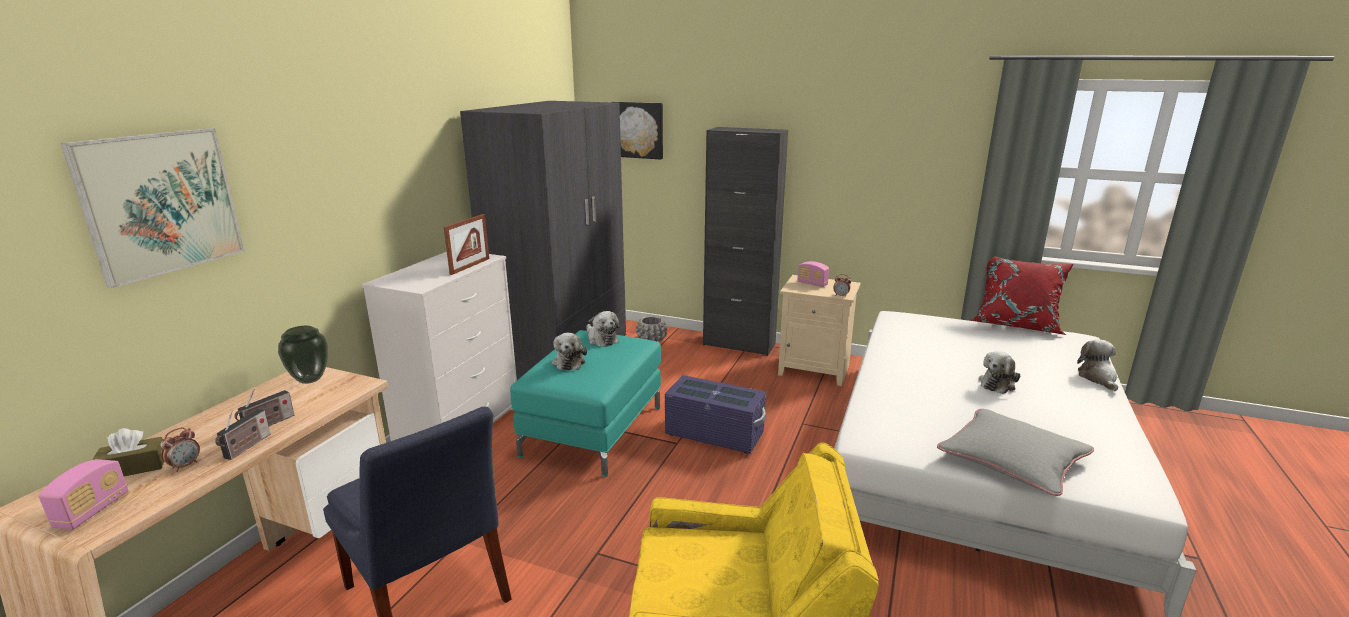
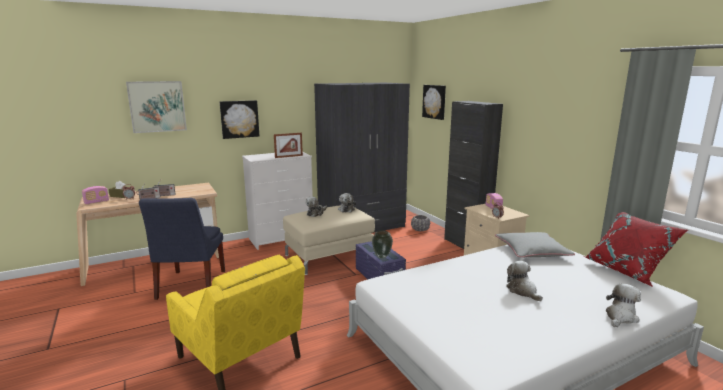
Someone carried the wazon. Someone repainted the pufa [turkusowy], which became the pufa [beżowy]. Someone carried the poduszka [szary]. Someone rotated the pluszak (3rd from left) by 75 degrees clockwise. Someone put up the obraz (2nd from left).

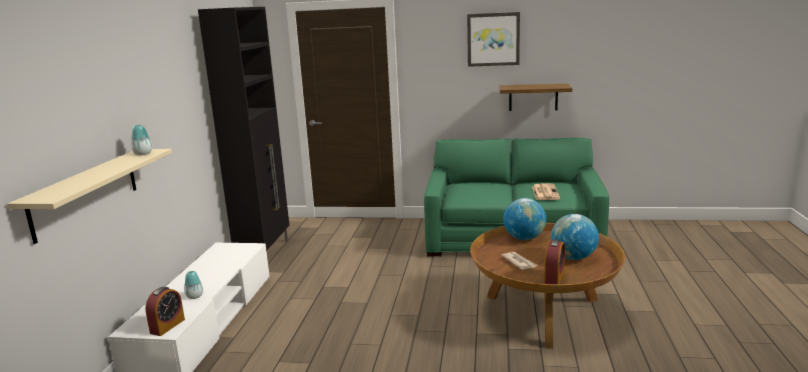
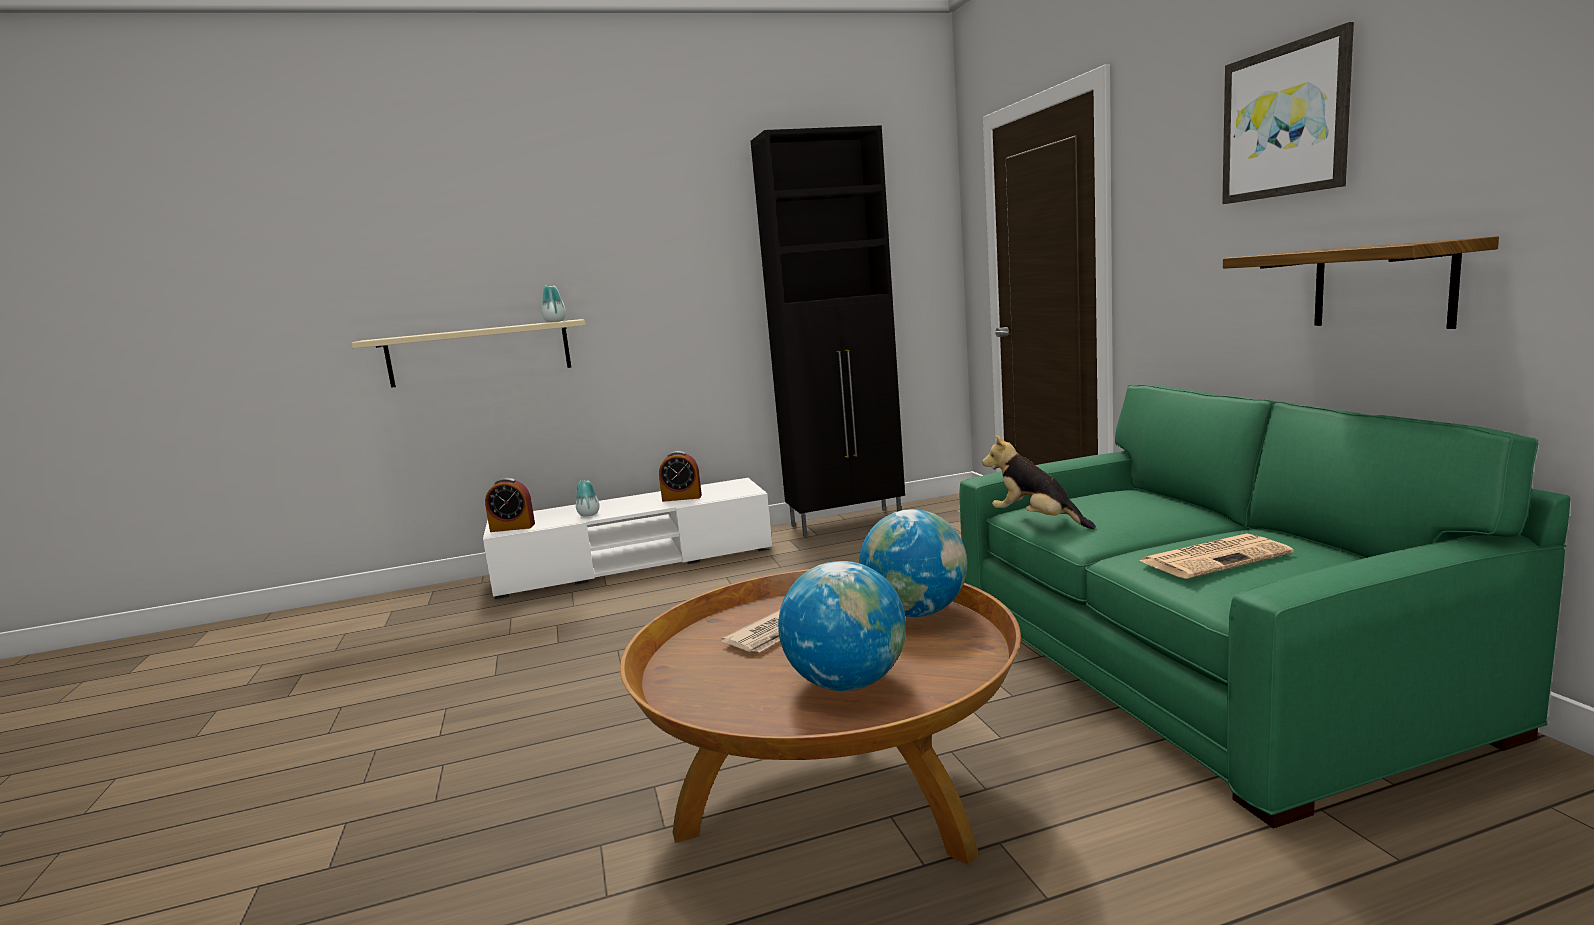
Someone carried the budzik (2nd from left). Someone put down the pluszak.

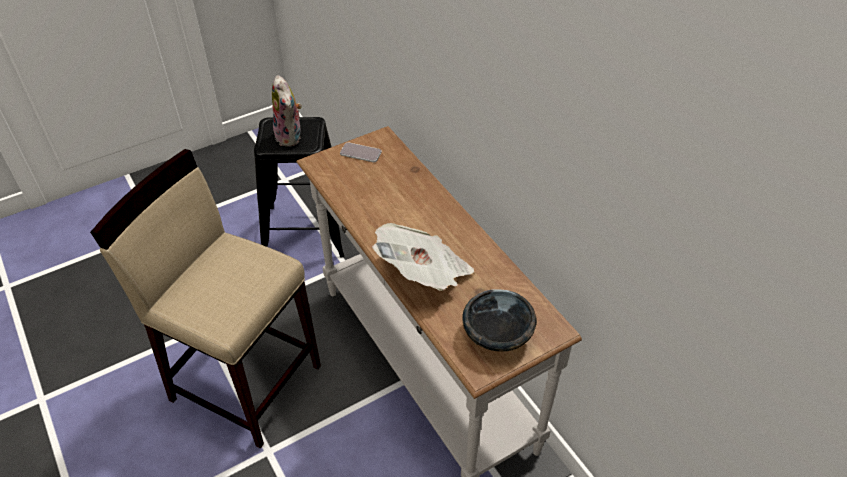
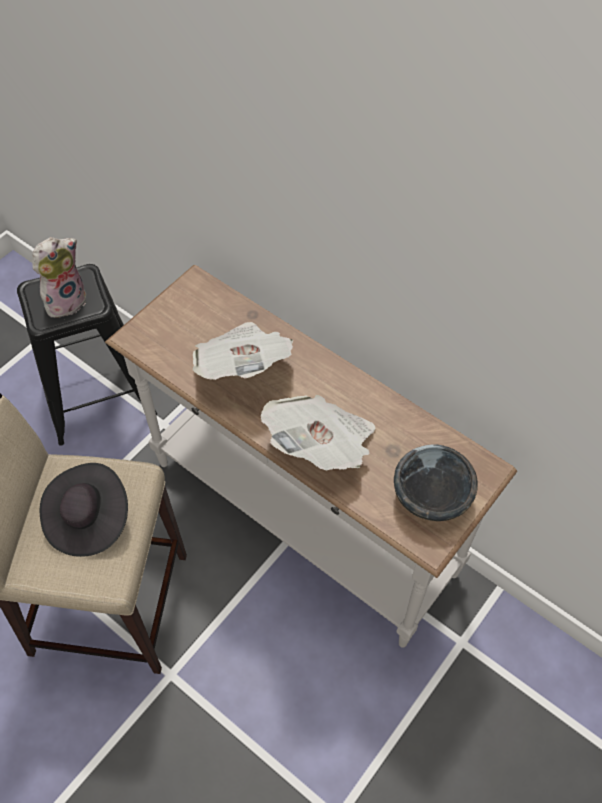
Someone rotated the pluszak by 90 degrees counterclockwise. Someone took away the telefon. Someone put down the kapelusz [czarny]. Someone put down the gazeta (1st from left).

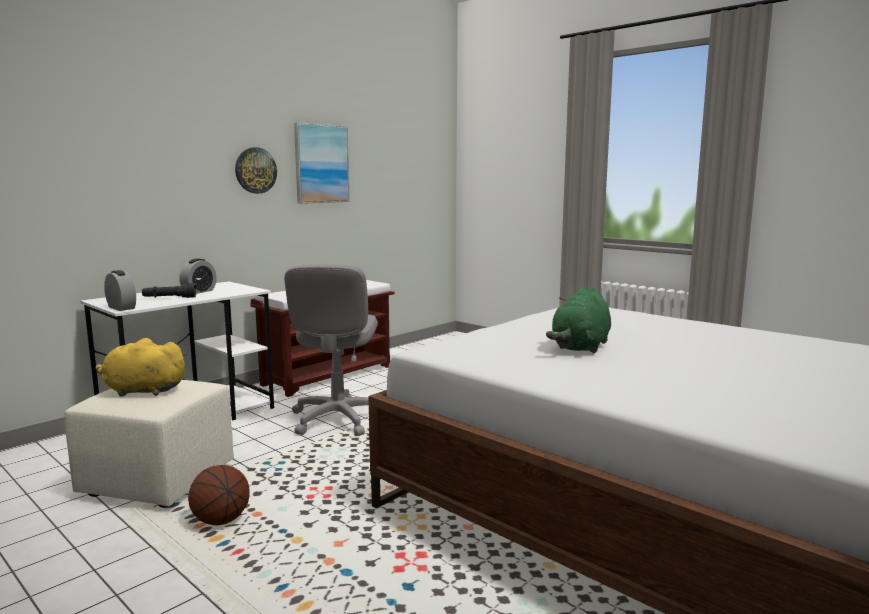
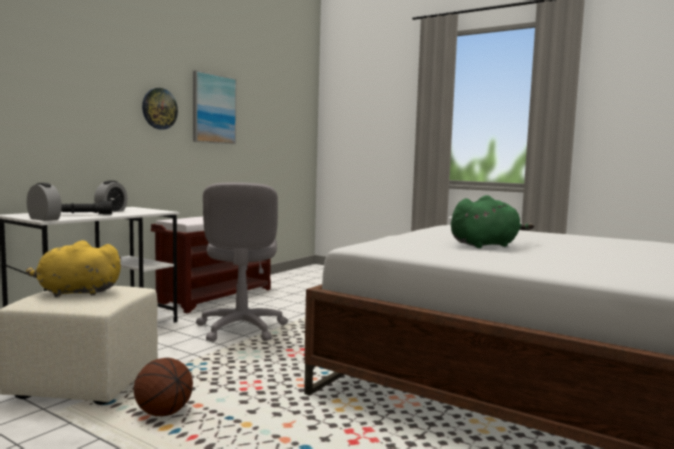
Someone rotated the pluszak [zielony] by 135 degrees counterclockwise.

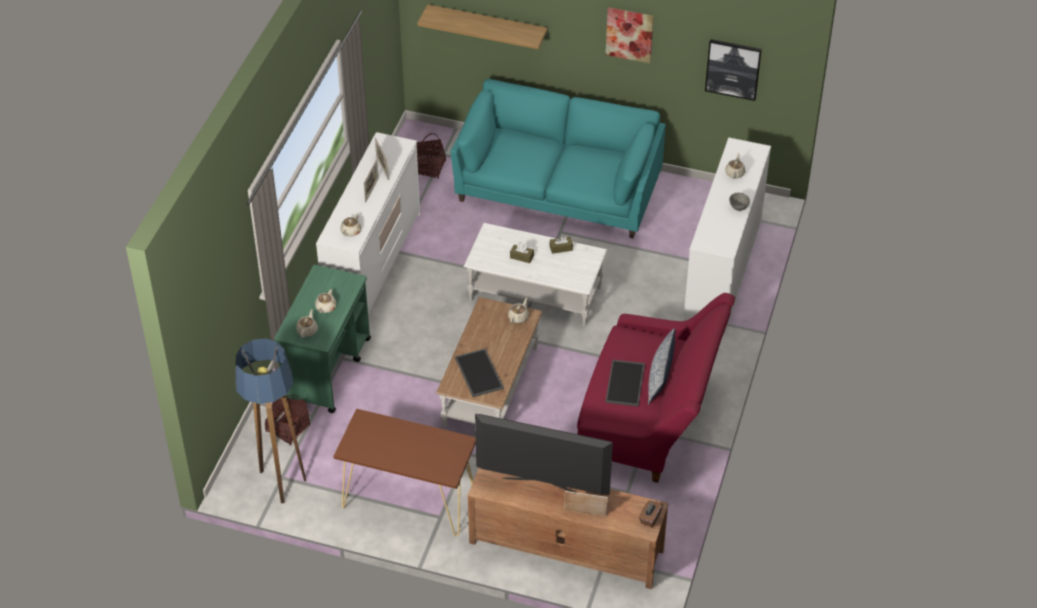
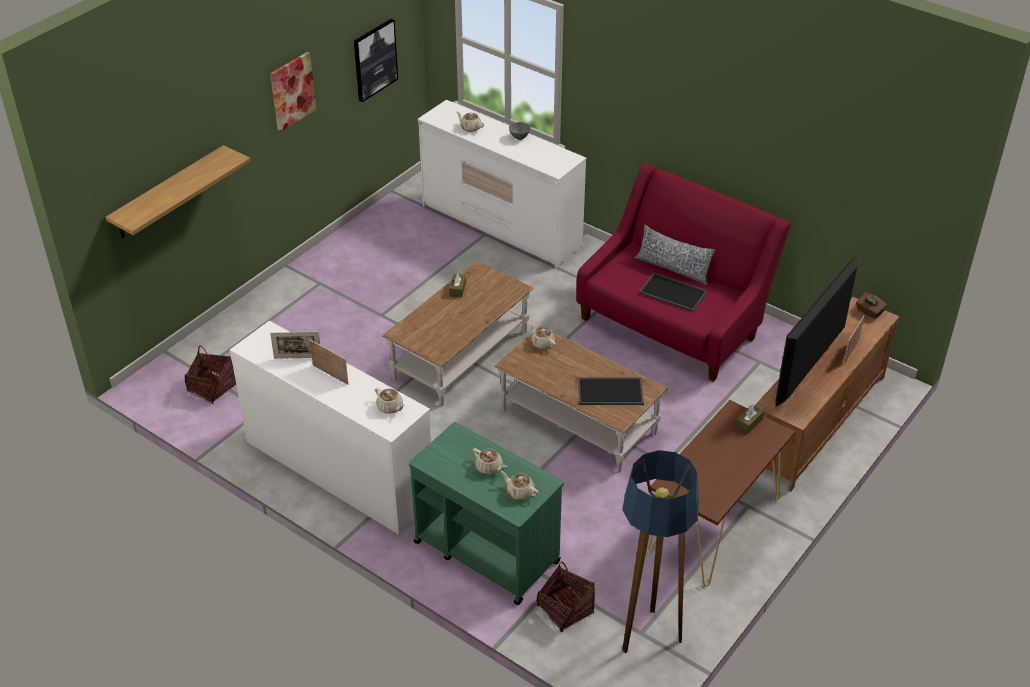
Someone took away the kanapa [turkusowy]. Someone repainted the ława [biały], which became the ława [brązowy] (1st from left). Someone carried the pudełko chusteczek [brązowy] (1st from left in the first image).

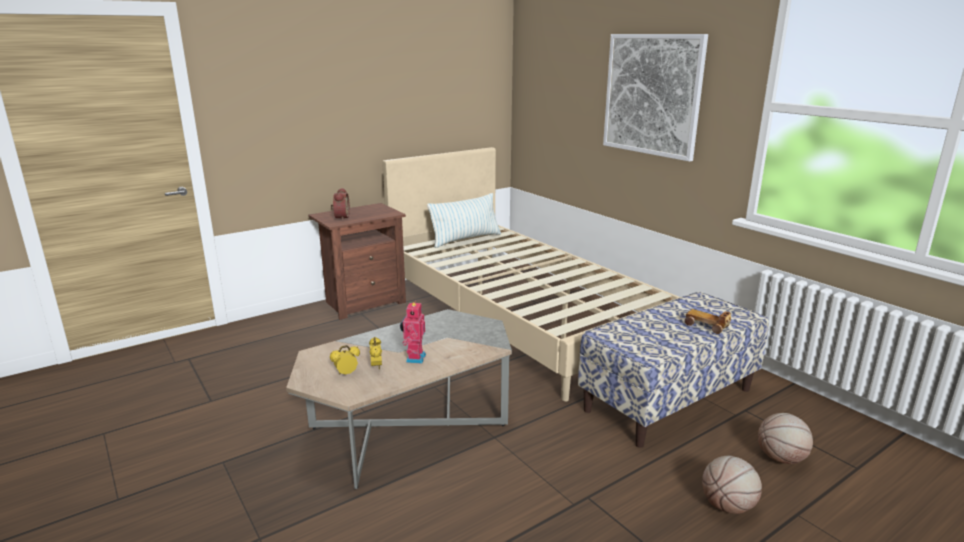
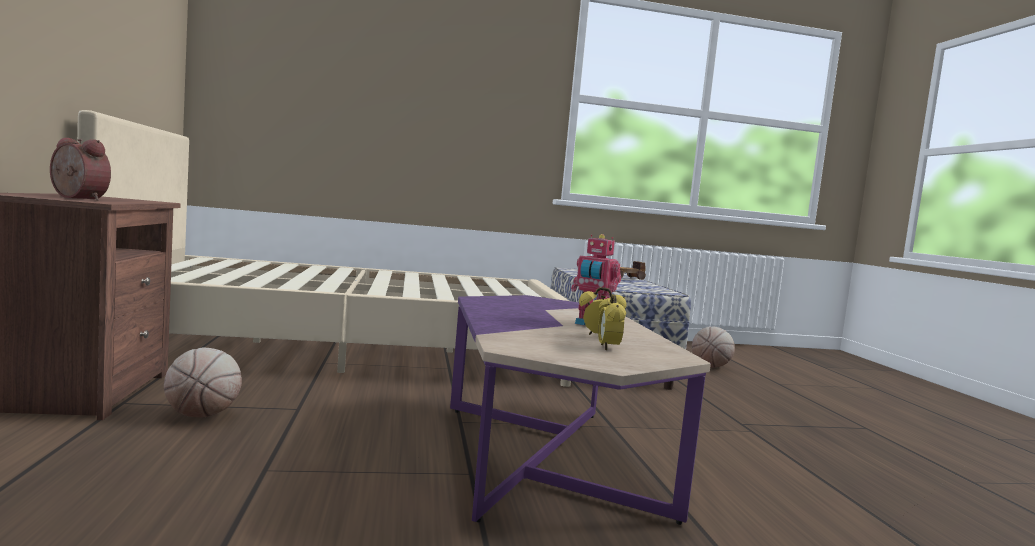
Someone repainted the ława [szary], which became the ława [fioletowy]. Someone took away the poduszka. Someone took away the obraz. Someone carried the piłka do koszykówki (1st from left).

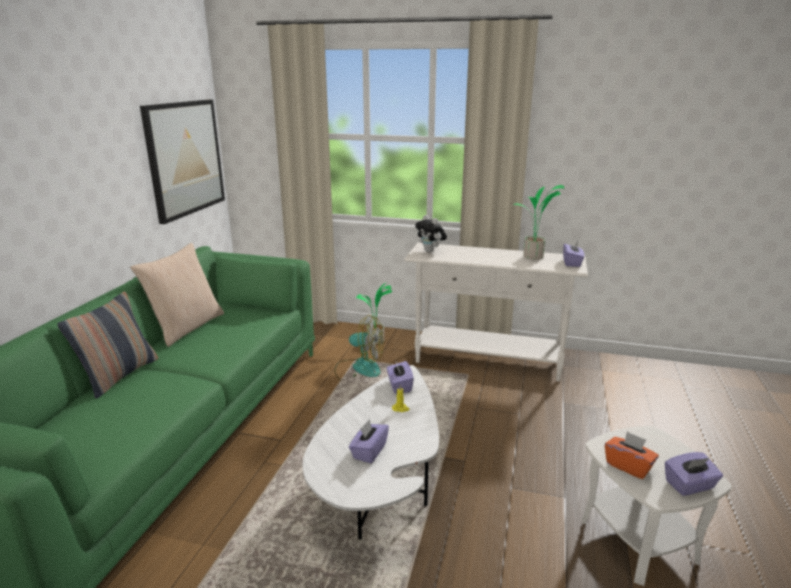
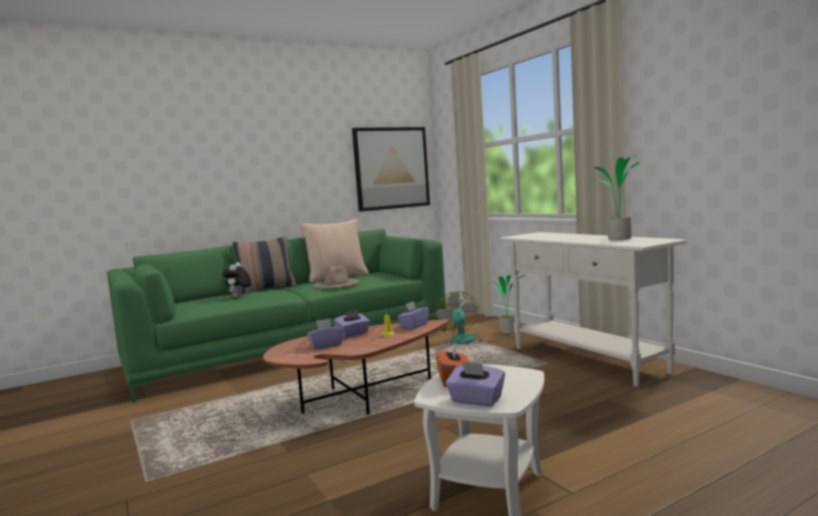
Someone repainted the ława [biały], which became the ława [brązowy]. Someone rotated the wentylator by 150 degrees counterclockwise. Someone carried the pluszak. Someone carried the pudełko chusteczek [fioletowy] (3rd from left in the first image). Someone put down the kapelusz [beżowy].

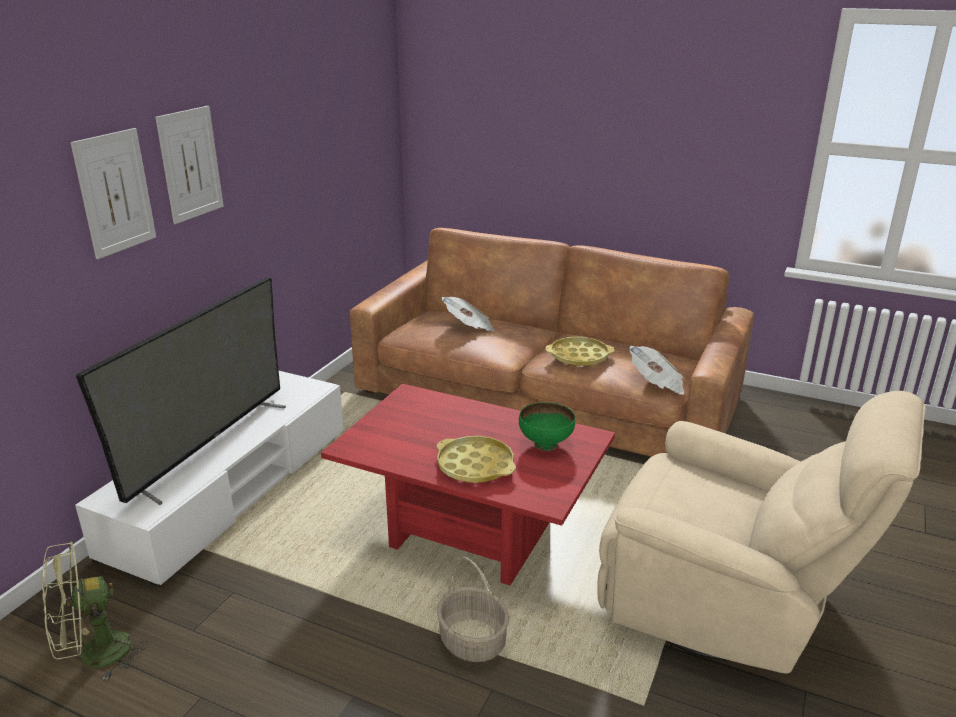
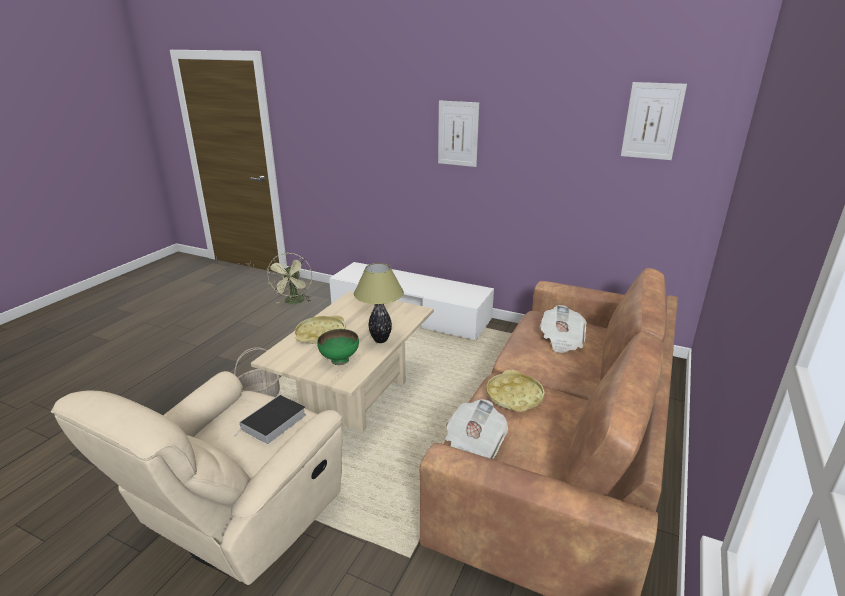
Someone rotated the wentylator [zielony] by 150 degrees counterclockwise. Someone carried the obraz (1st from left in the first image). Someone took away the telewizor. Someone repainted the ława [czerwony], which became the ława [beżowy]. Someone put down the książka. Someone put down the lampa stołowa.

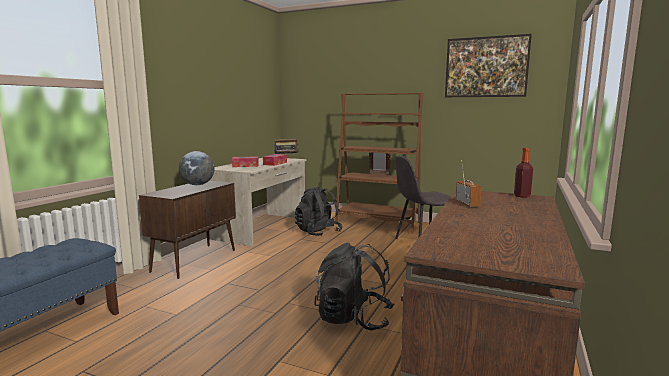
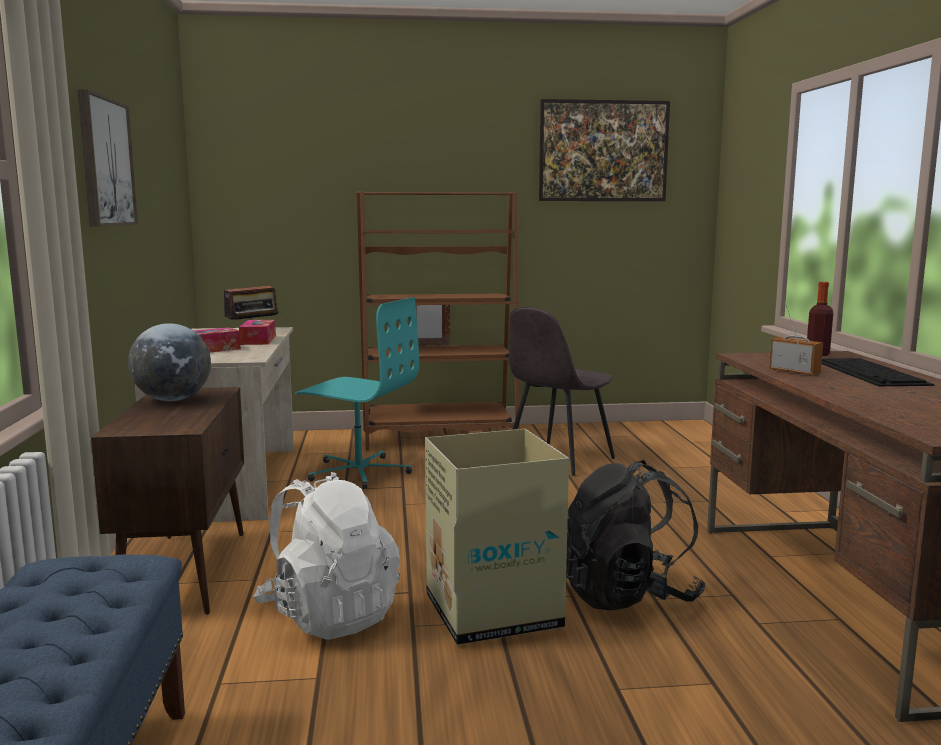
Someone swapped the plecak [czarny] (1st from left) for the krzesło biurowe [turkusowy]. Someone put up the obraz (1st from left). Someone put down the plecak [biały]. Someone put down the karton. Someone put down the klawiatura.

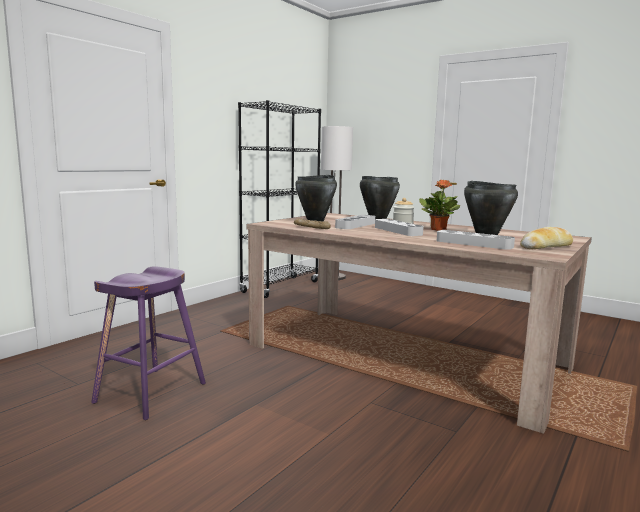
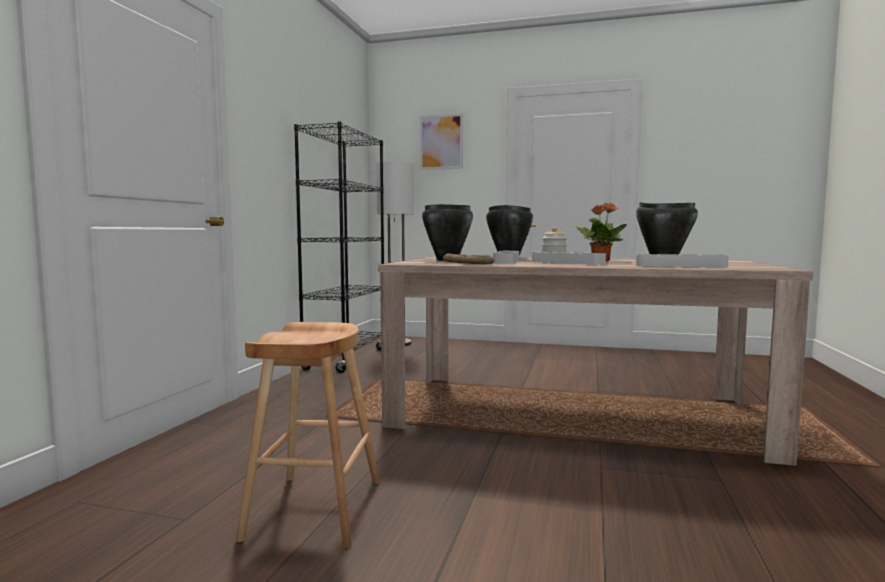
Someone repainted the stołek [fioletowy], which became the stołek [brązowy]. Someone took away the chleb (2nd from left). Someone put up the obraz.

